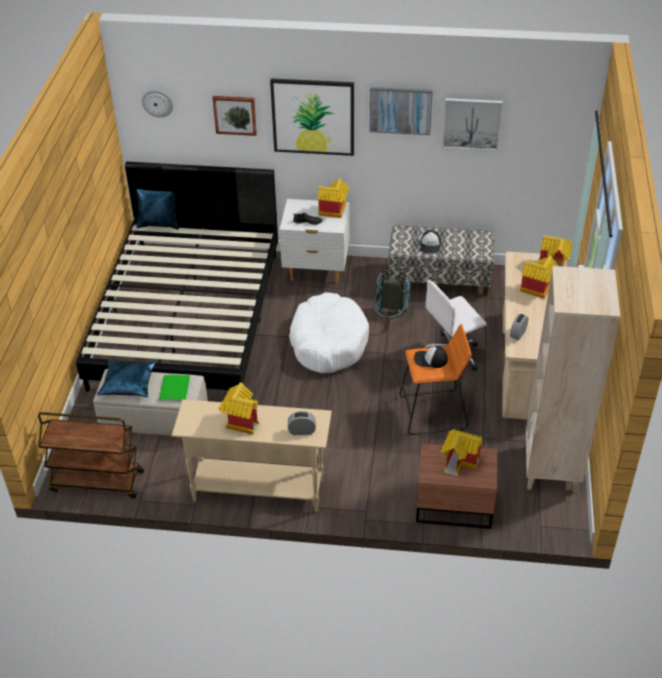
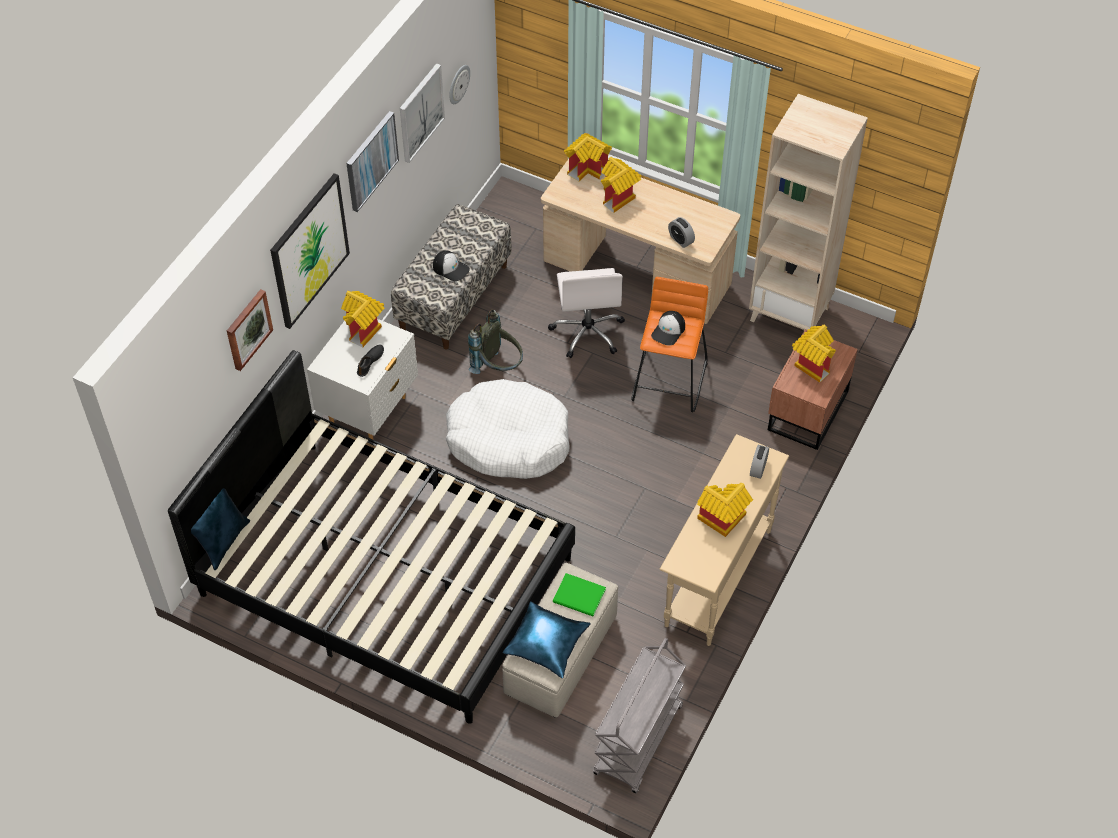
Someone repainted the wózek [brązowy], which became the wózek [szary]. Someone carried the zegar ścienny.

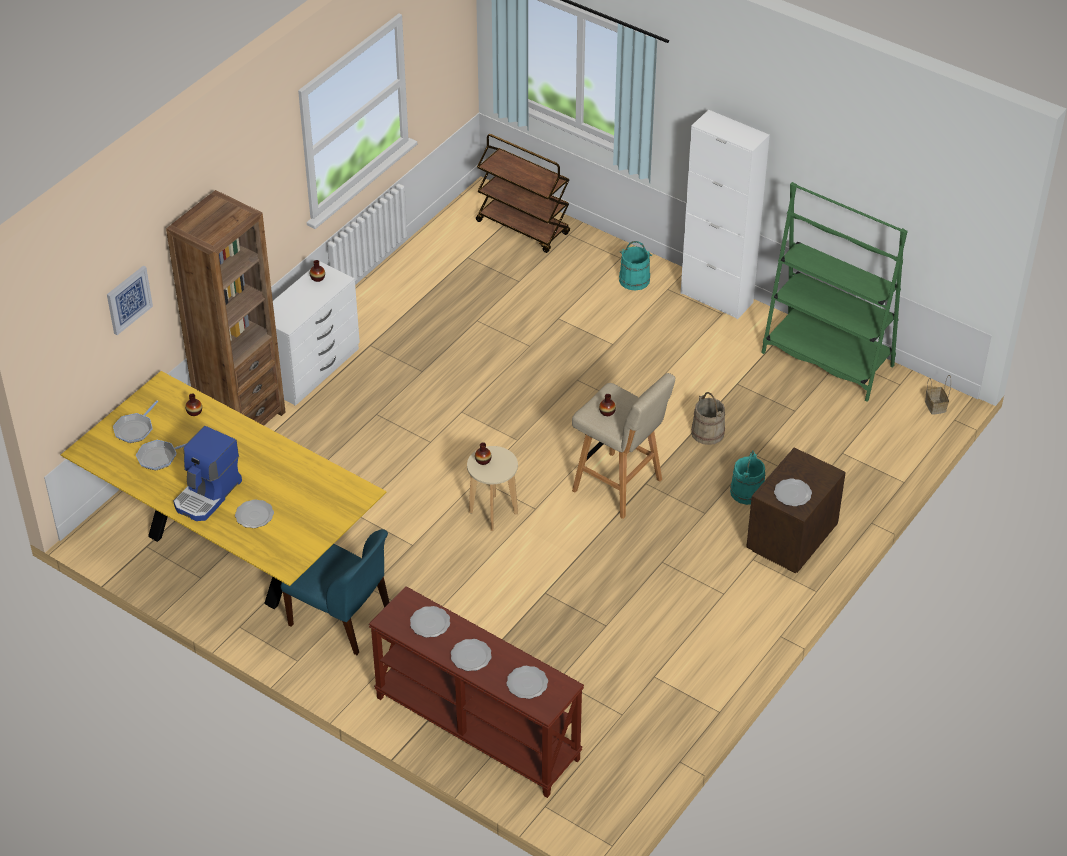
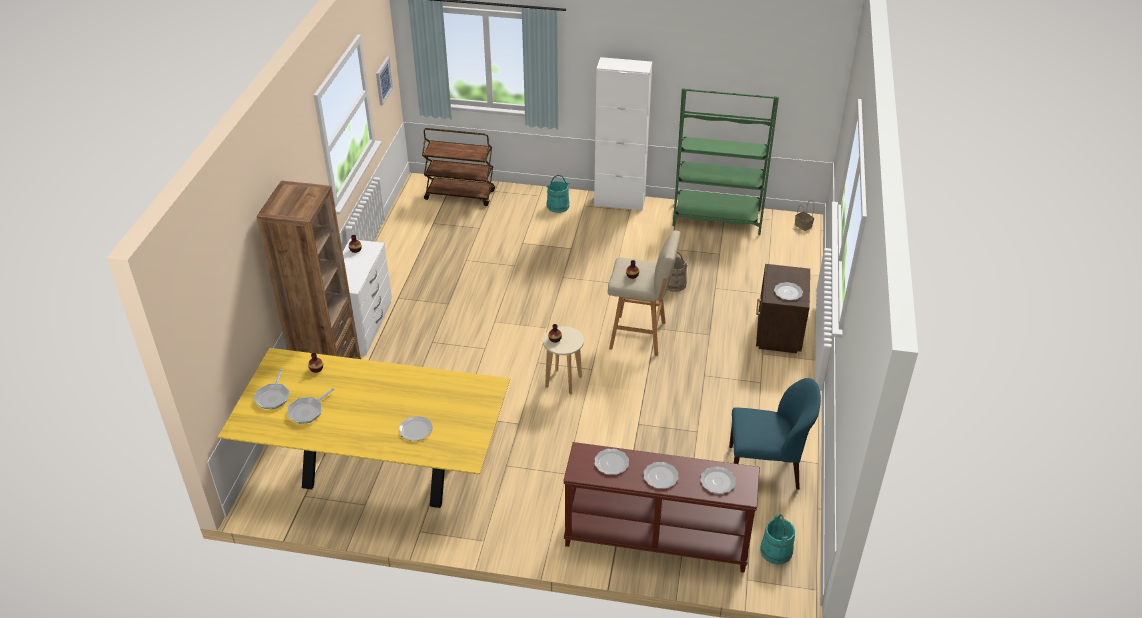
Someone carried the obraz. Someone took away the ekspres do kawy. Someone carried the krzesło [niebieski]. Someone carried the wiadro [turkusowy] (2nd from left).

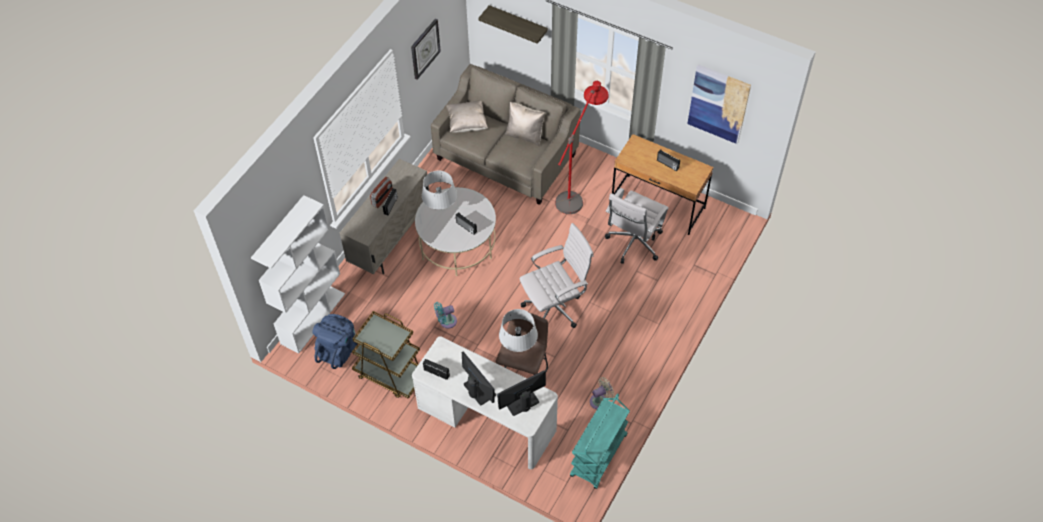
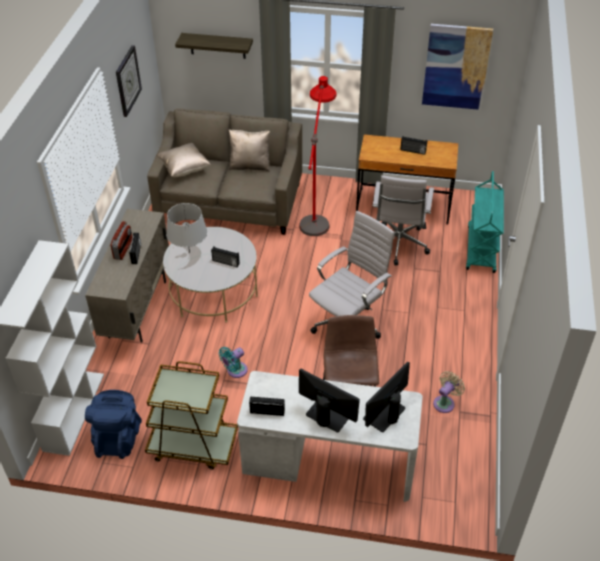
Someone took away the lampa stołowa [szary] (2nd from left). Someone carried the wózek [turkusowy].

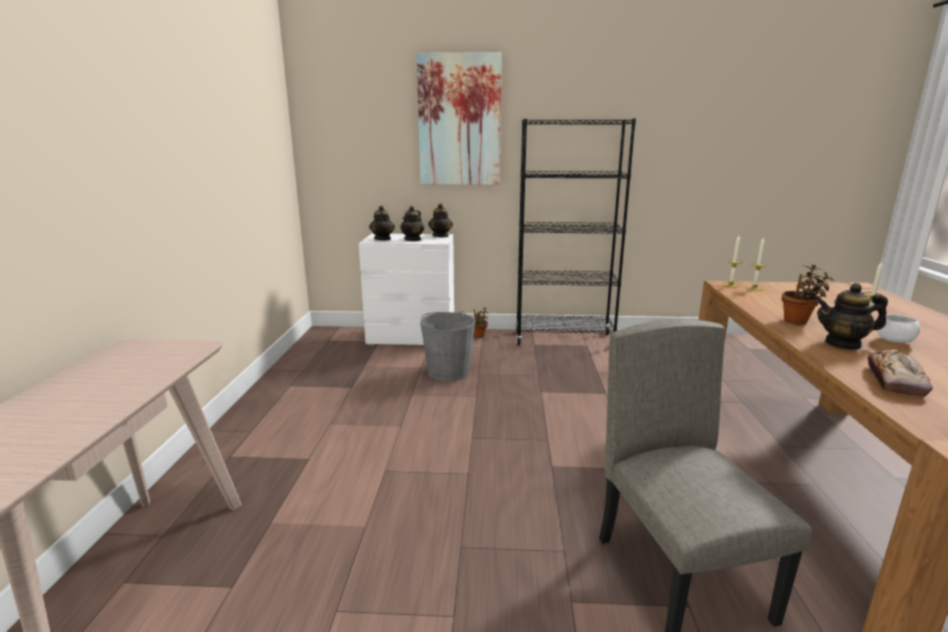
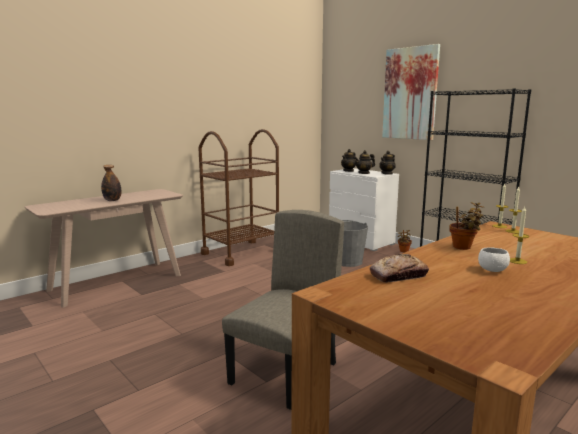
Someone took away the imbryk (4th from left). Someone put down the butelka. Someone put down the wózek [brązowy].

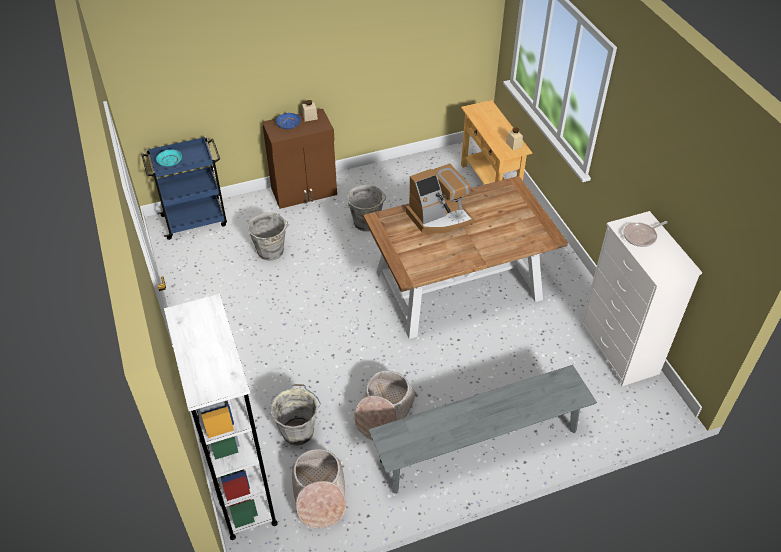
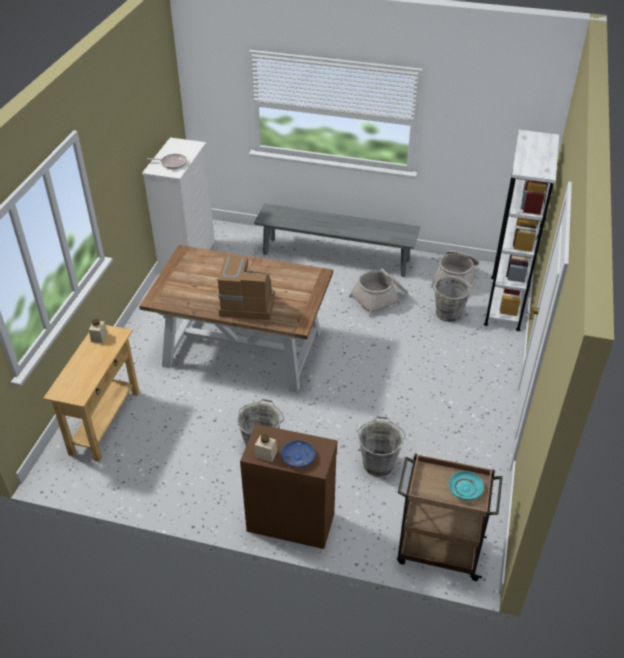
Someone repainted the wózek [niebieski], which became the wózek [brązowy].

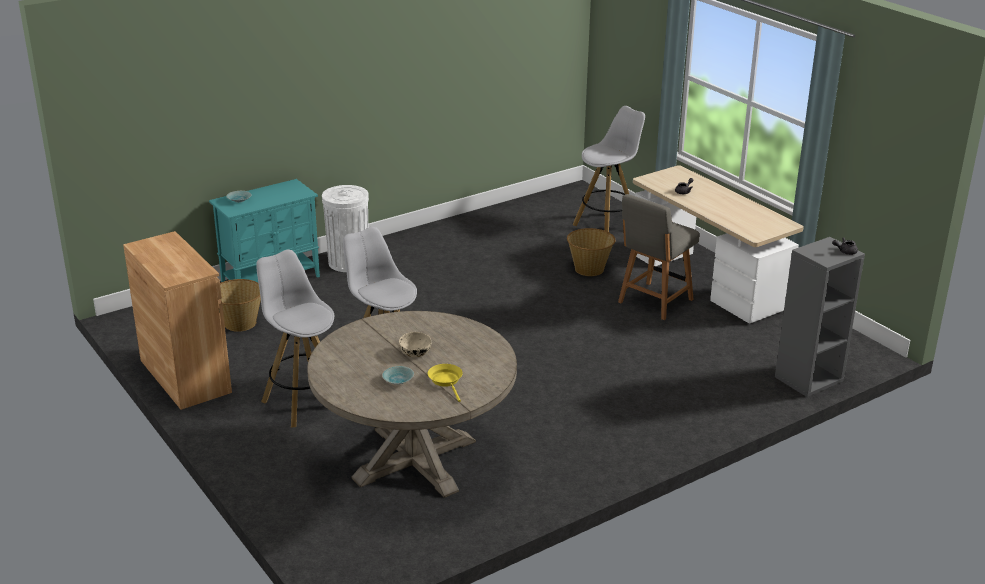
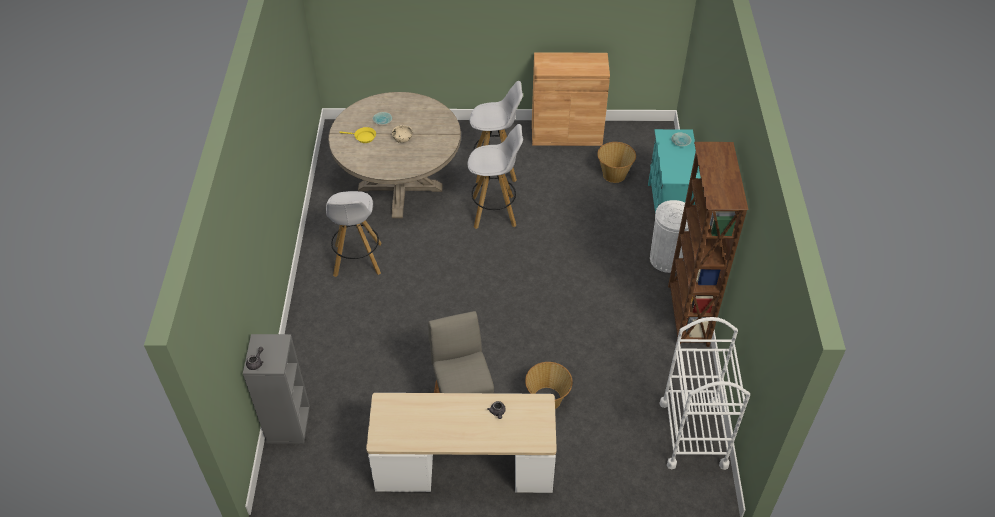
Someone carried the stołek [biały] (3rd from left in the first image). Someone put down the wózek [biały]. Someone put down the regał [brązowy].

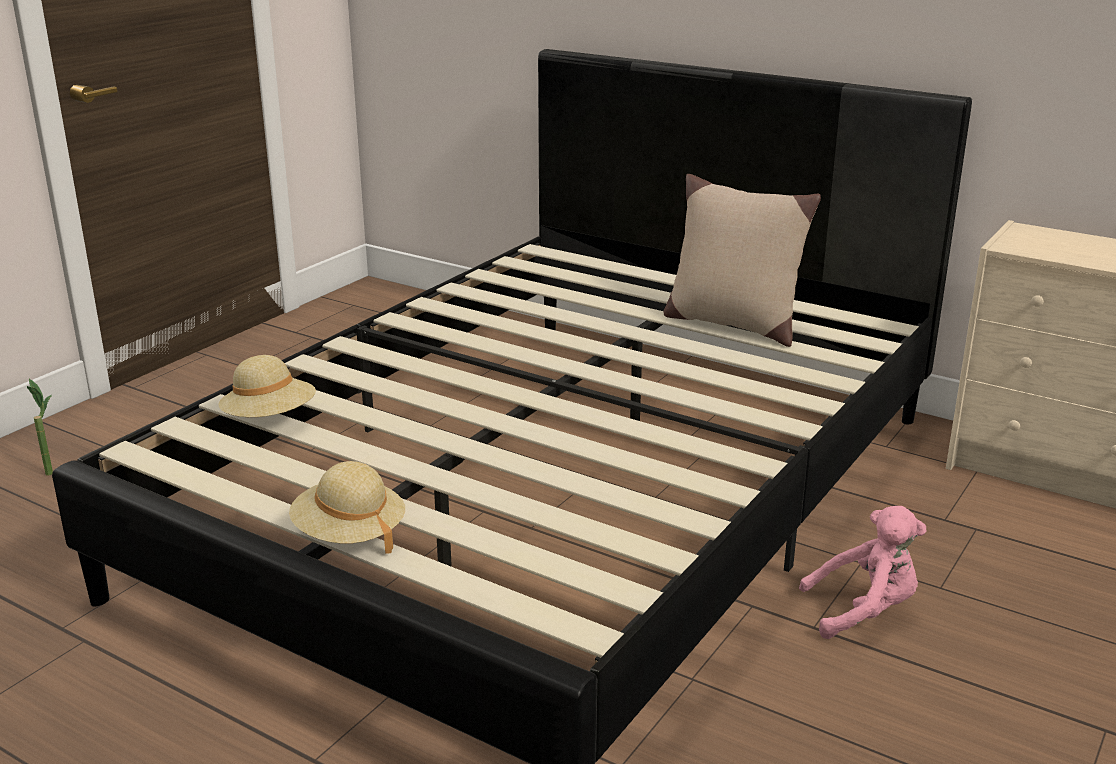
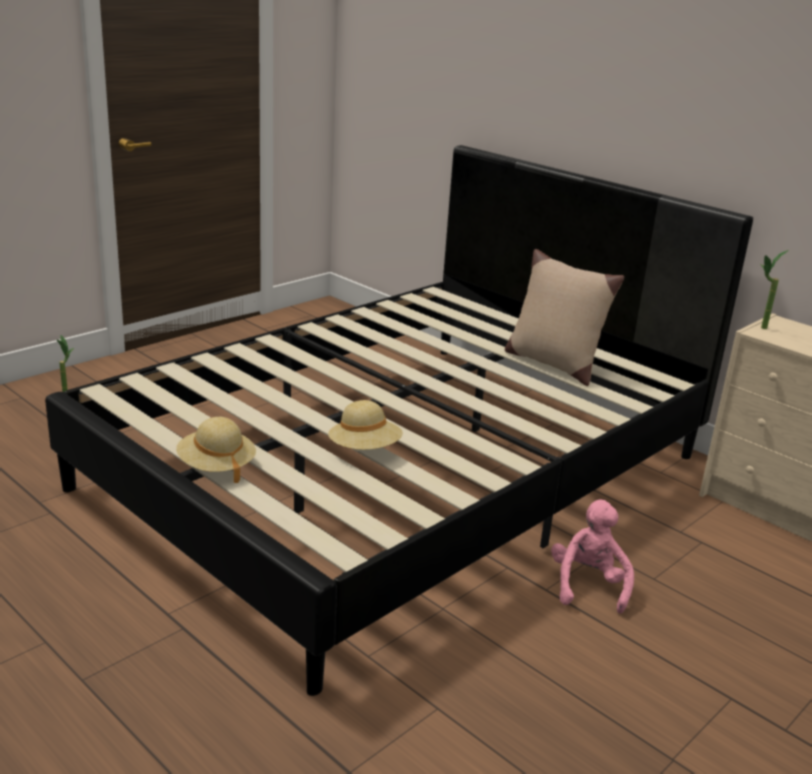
Someone carried the kapelusz [beżowy] (1st from left in the first image). Someone rotated the pluszak [różowy] by 90 degrees counterclockwise. Someone put down the roślina doniczkowa (2nd from left).

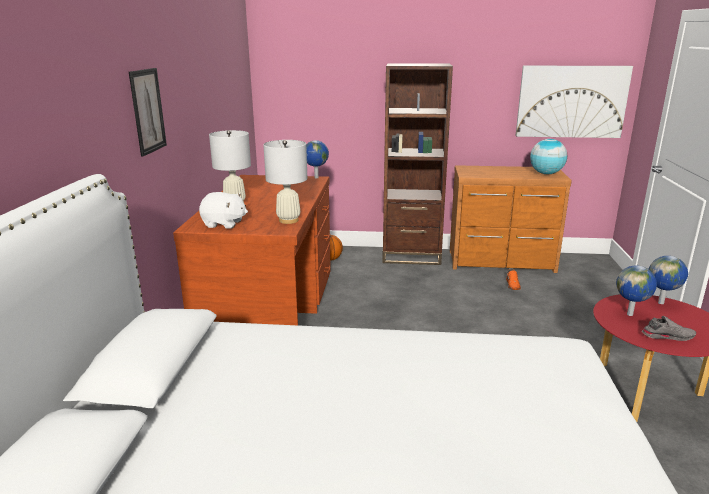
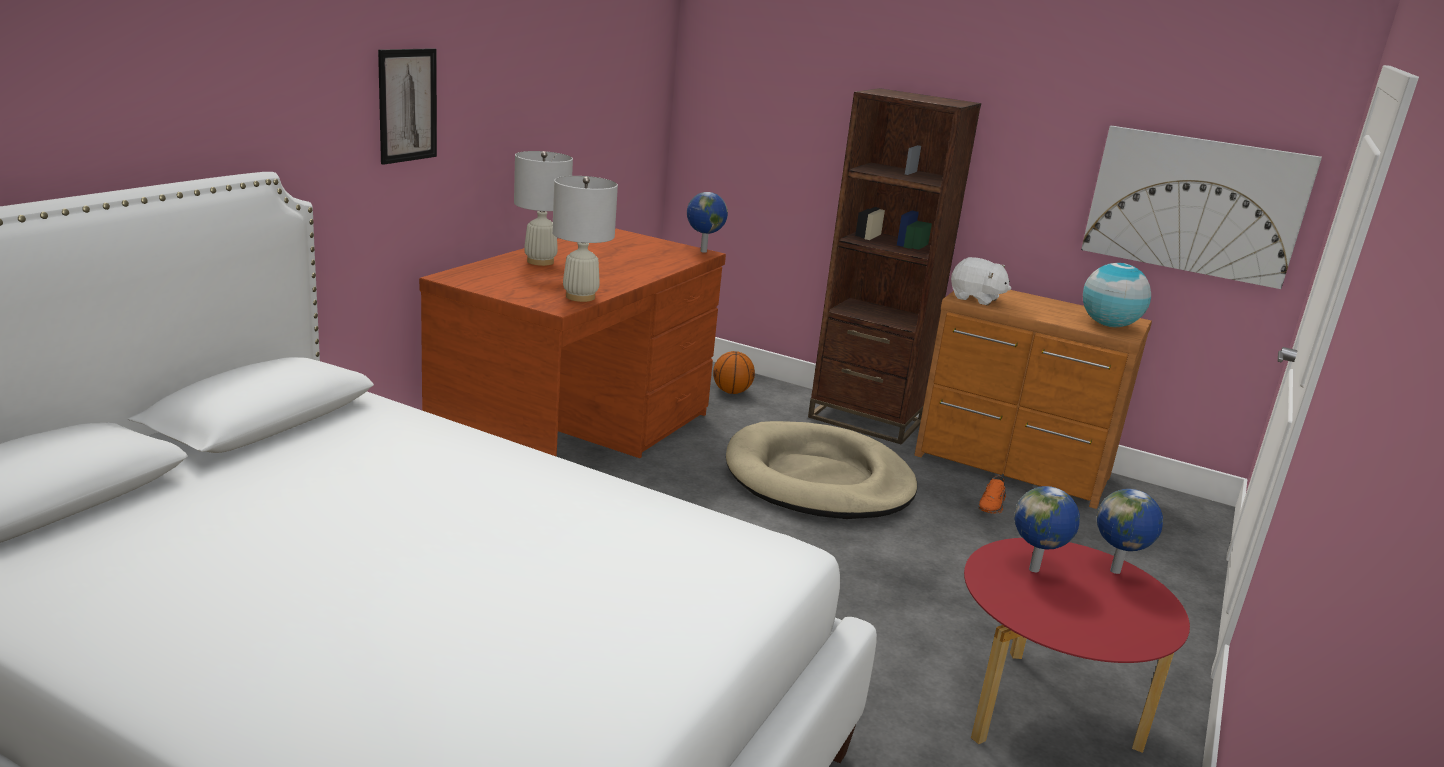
Someone carried the pluszak [biały]. Someone took away the but [szary]. Someone put down the legowisko [beżowy].

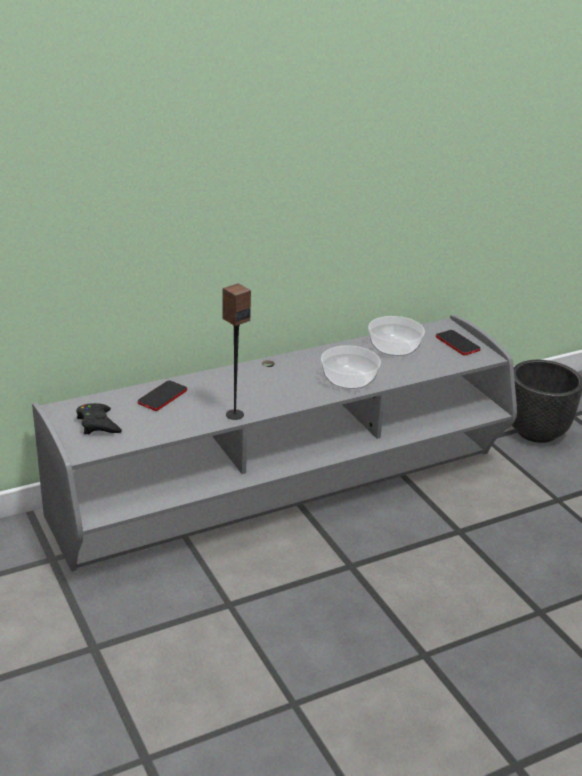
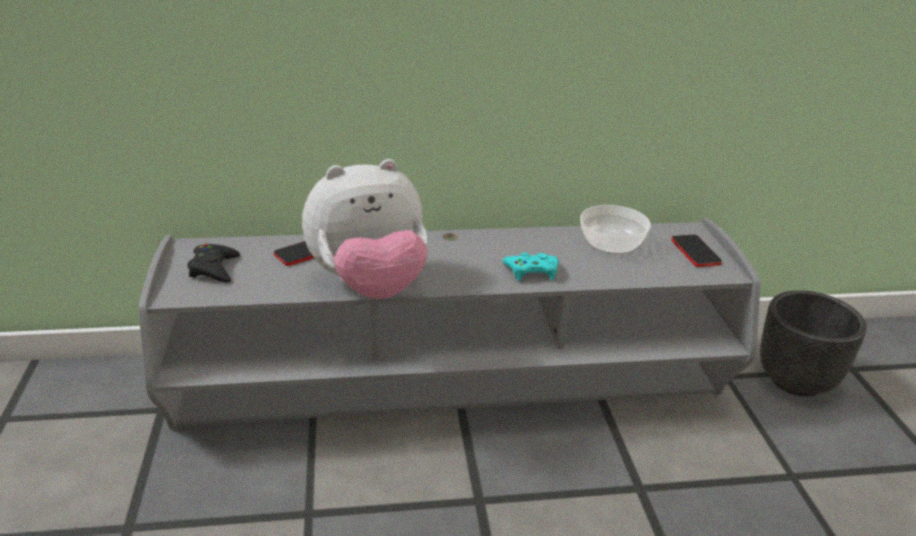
Someone swapped the głośnik for the pluszak. Someone swapped the miska (1st from left) for the pad do gier [turkusowy].

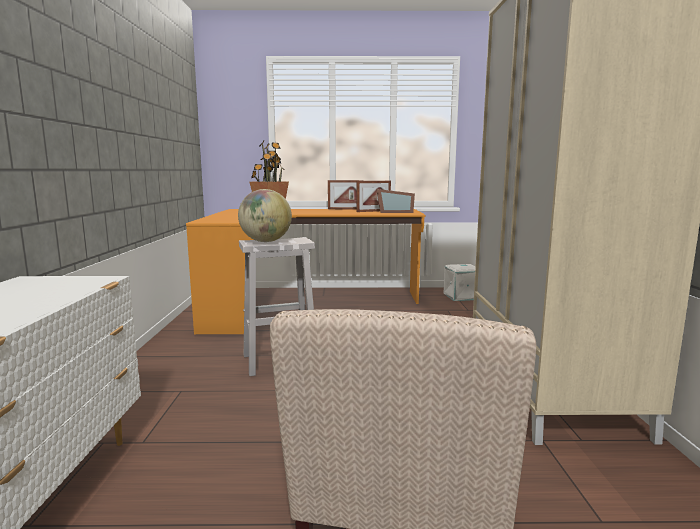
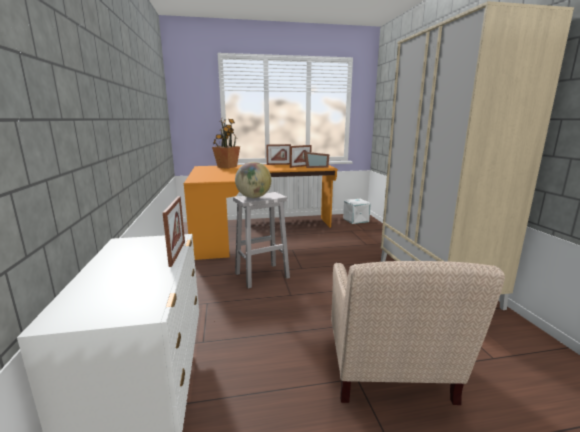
Someone put down the ramka na zdjęcie (1st from left).

